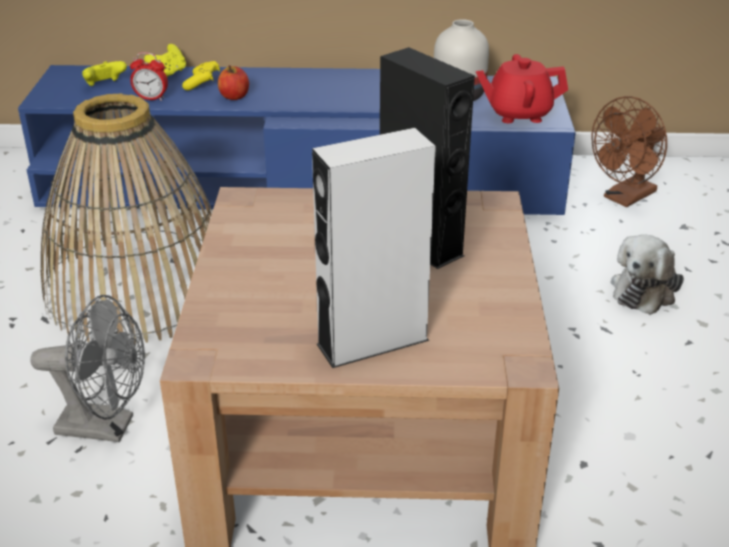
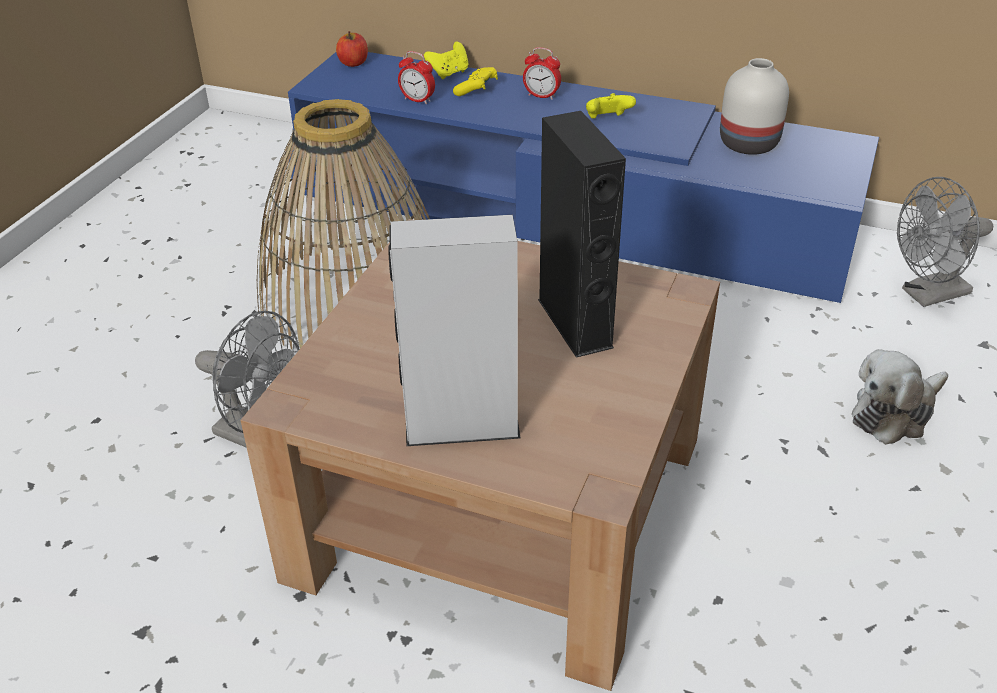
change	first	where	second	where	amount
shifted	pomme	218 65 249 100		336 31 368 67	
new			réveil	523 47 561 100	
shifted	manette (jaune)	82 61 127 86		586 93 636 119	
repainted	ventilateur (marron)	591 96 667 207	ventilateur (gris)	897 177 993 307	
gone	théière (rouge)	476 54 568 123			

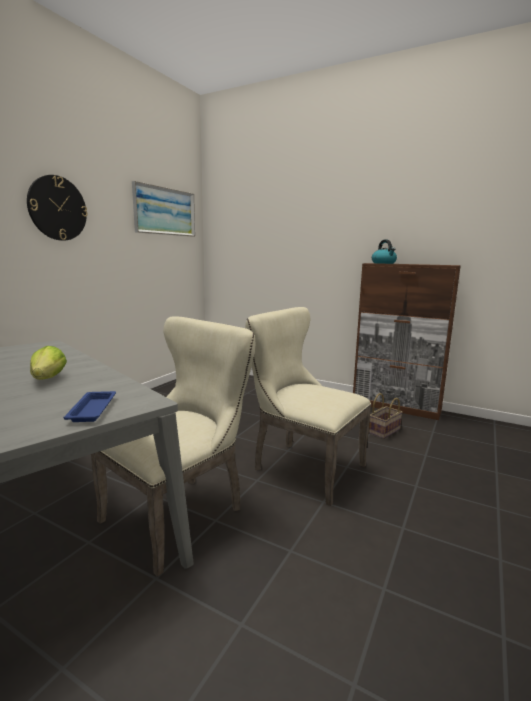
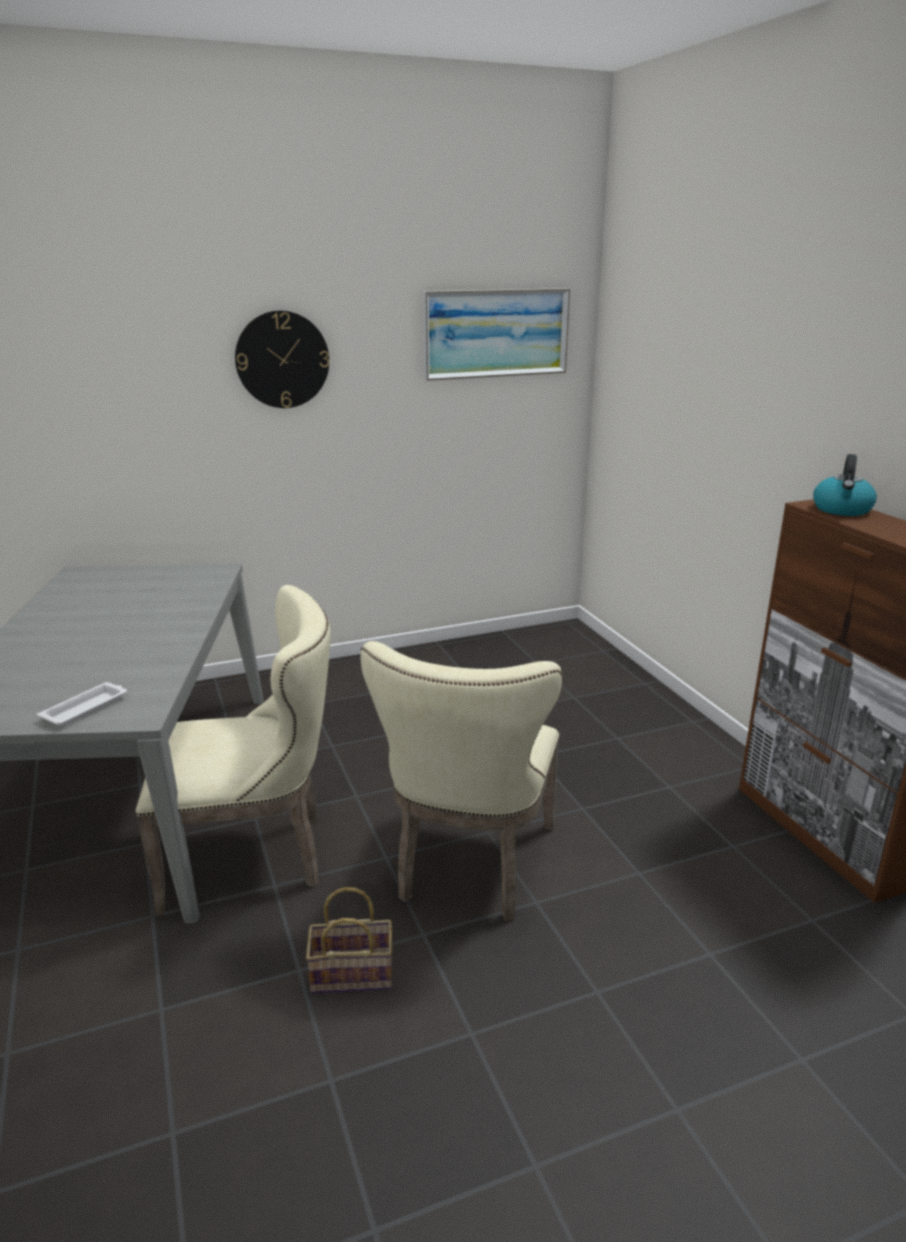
change	first	where	second	where	amount
repainted	plateau (bleu)	63 391 116 422	plateau (blanc)	37 682 127 726	
shifted	panier	369 393 402 439		306 887 392 994	
rotated	chaise (beige)	245 307 371 506		360 641 563 921	150 degrees counterclockwise
gone	laitue	30 346 67 380			

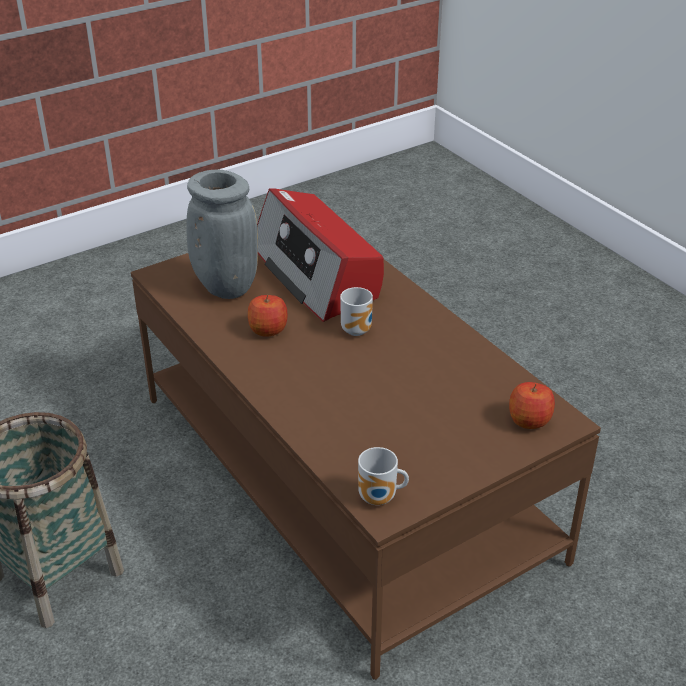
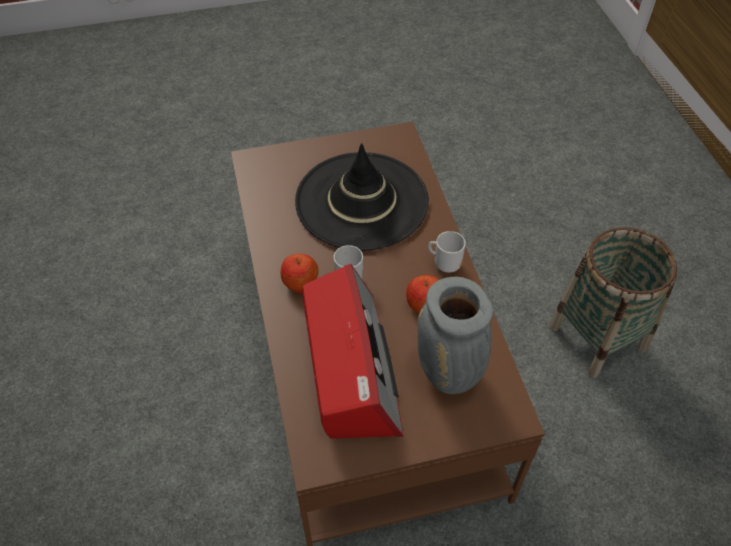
change	first	where	second	where	amount
shifted	pomme	509 382 555 429		281 254 319 293	
new			chapeau (noir)	295 143 429 251	
shifted	mug	358 447 409 505		428 231 466 273	

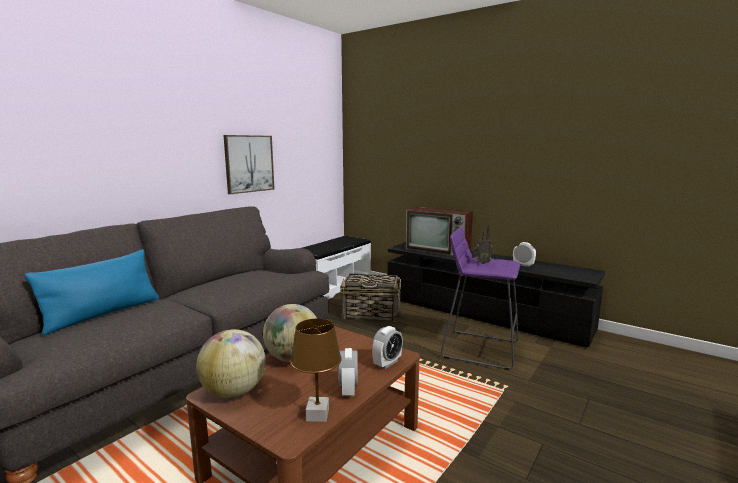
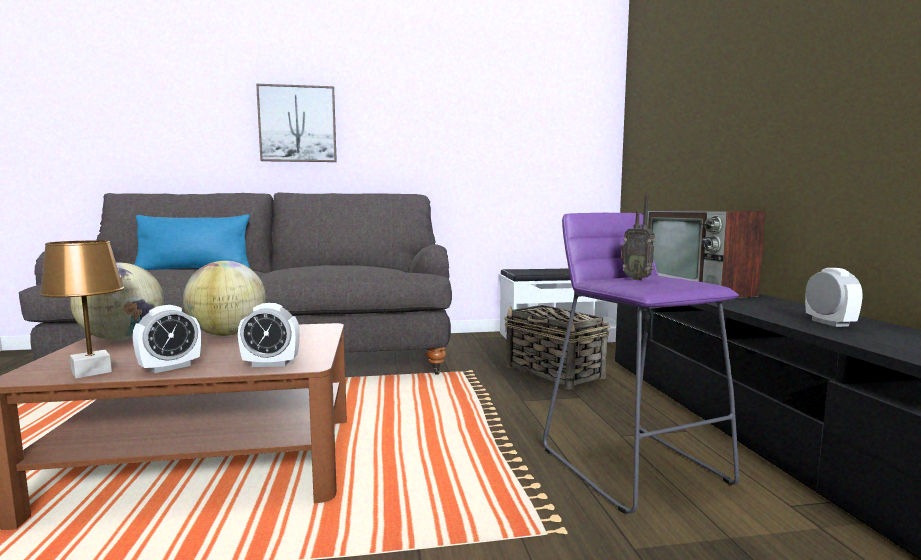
change	first	where	second	where	amount
shifted	tableau	224 135 275 194		256 84 337 162	

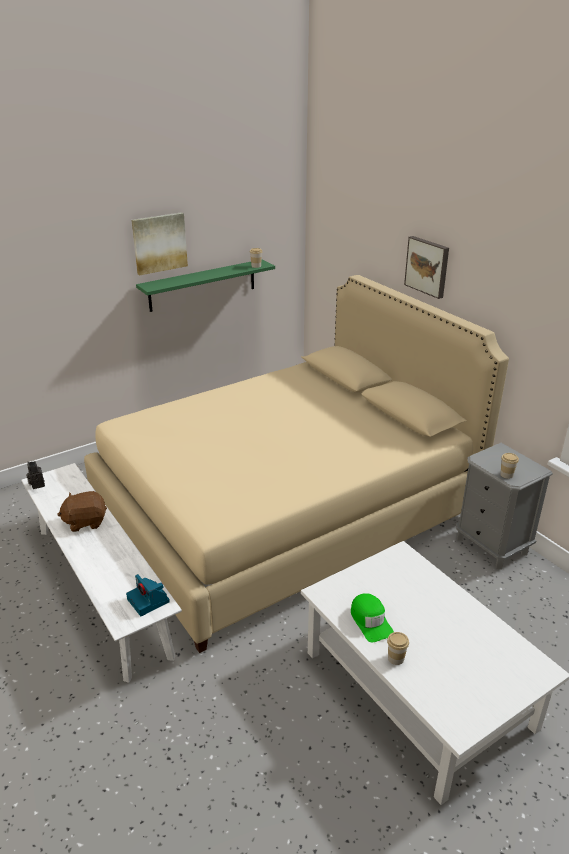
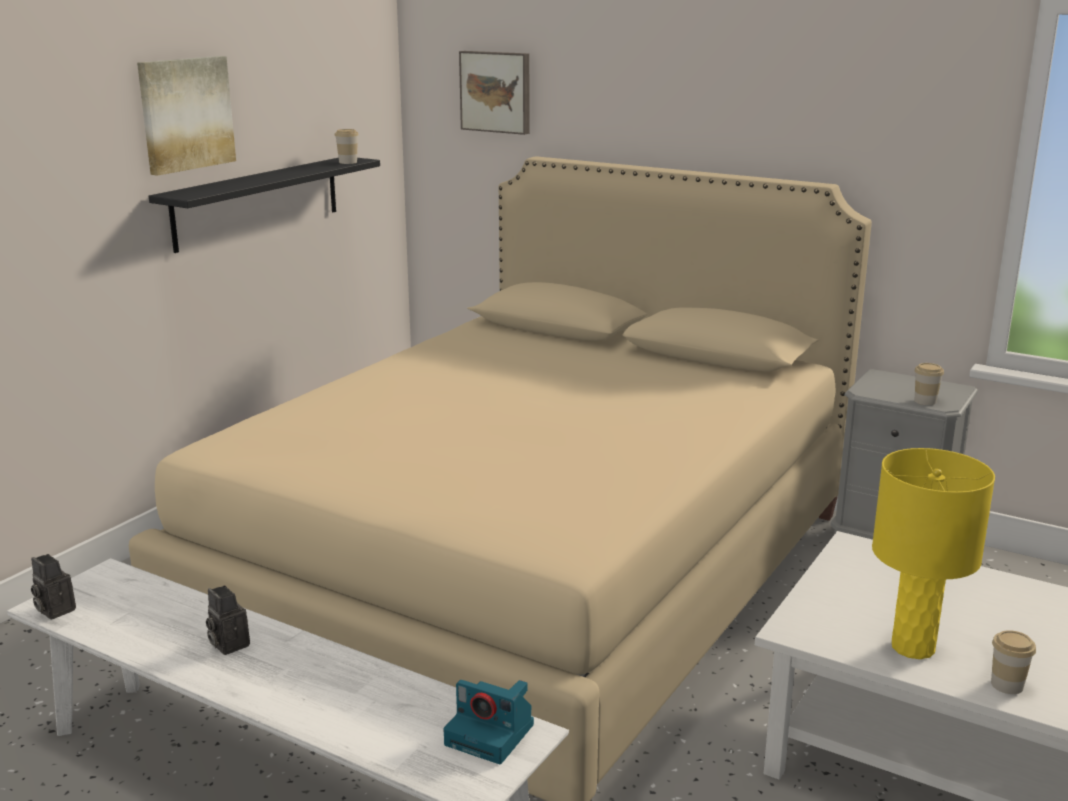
change	first	where	second	where	amount
repainted	étagère (vert)	136 260 275 312	étagère (noir)	149 158 380 253	
swapped	peluche (marron)	57 491 107 532	appareil photo	206 585 250 655	
shifted	tableau	404 236 449 299		459 51 529 135	
swapped	casquette (vert)	351 593 394 642	lampe de table (jaune)	872 448 995 659	

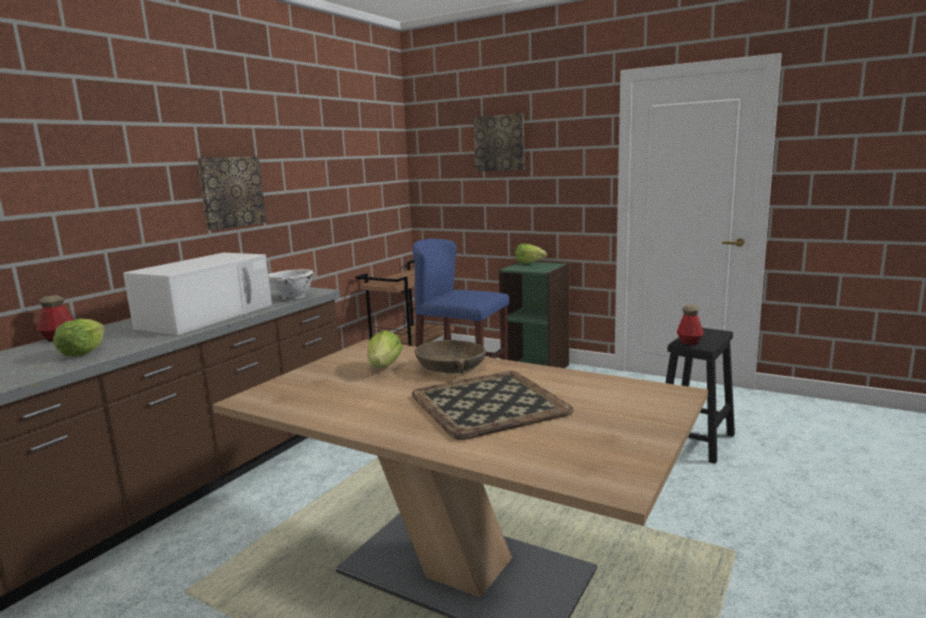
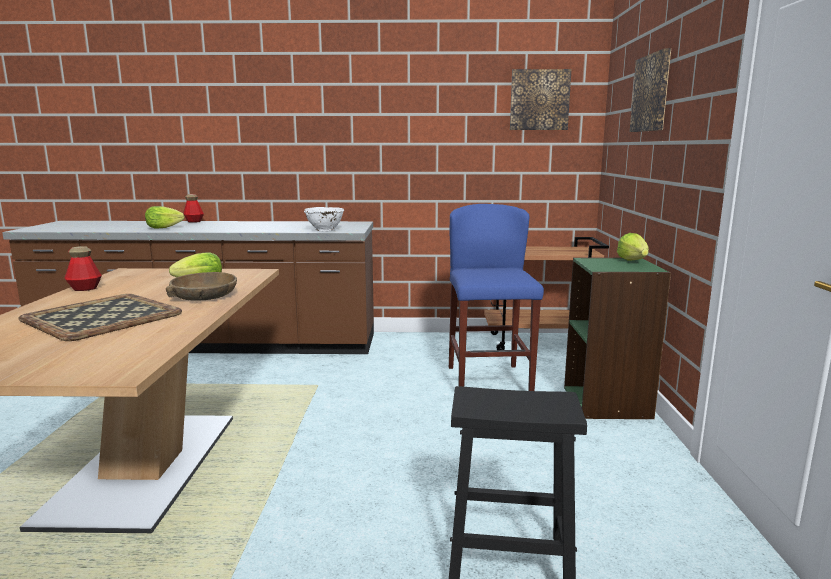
change	first	where	second	where	amount
shifted	bouteille	677 305 704 346		65 246 102 291	
shifted	tableau	197 156 266 230		510 69 572 130	
gone	micro-ondes (blanc)	123 253 272 335			

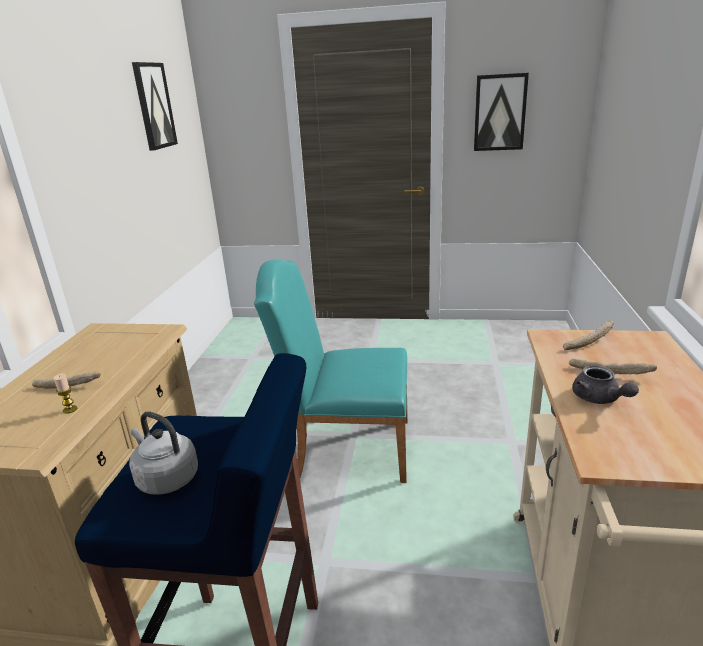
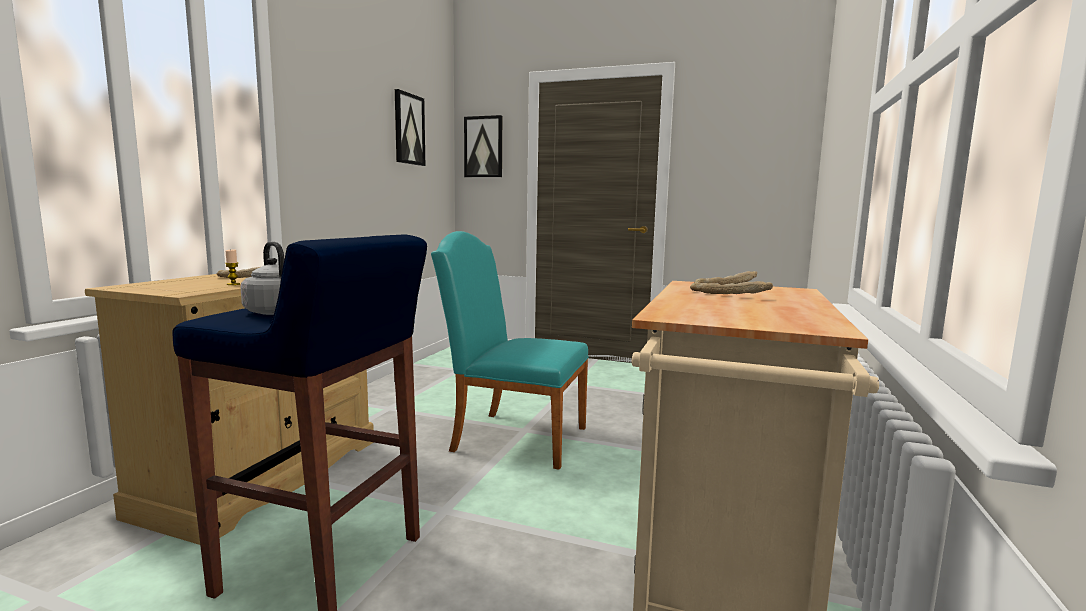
change	first	where	second	where	amount
shifted	tableau	474 73 529 151		464 115 502 177	
gone	théière (gris)	572 365 639 404			

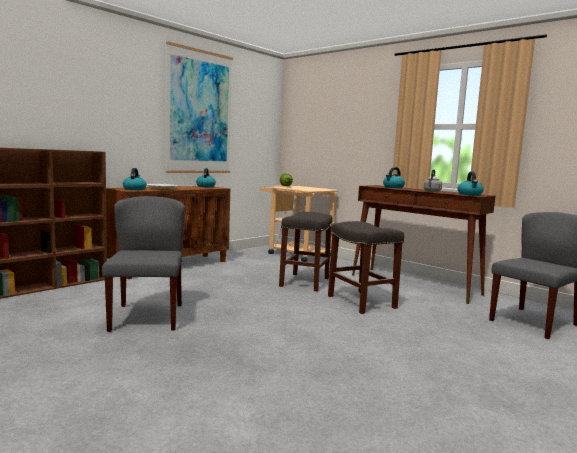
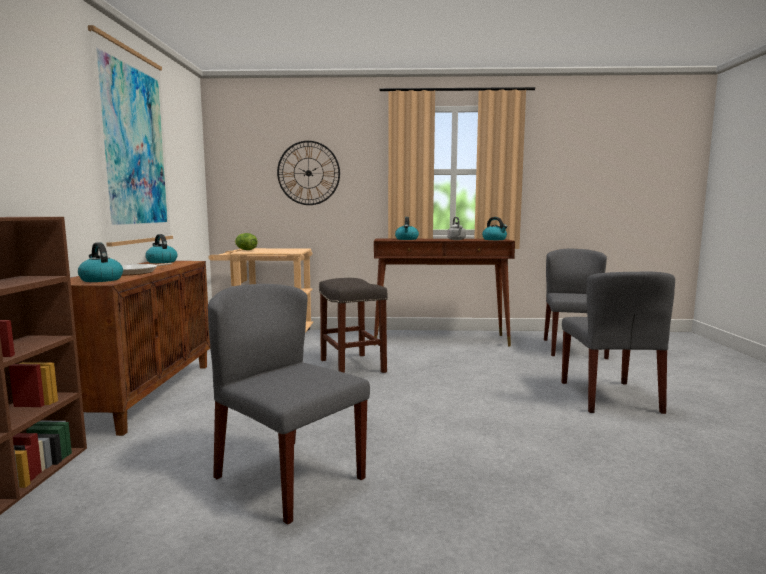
change	first	where	second	where	amount
new			horloge murale	277 141 340 205	
new			chaise (gris)	562 272 675 414	
gone	tabouret (gris)	328 221 404 314			

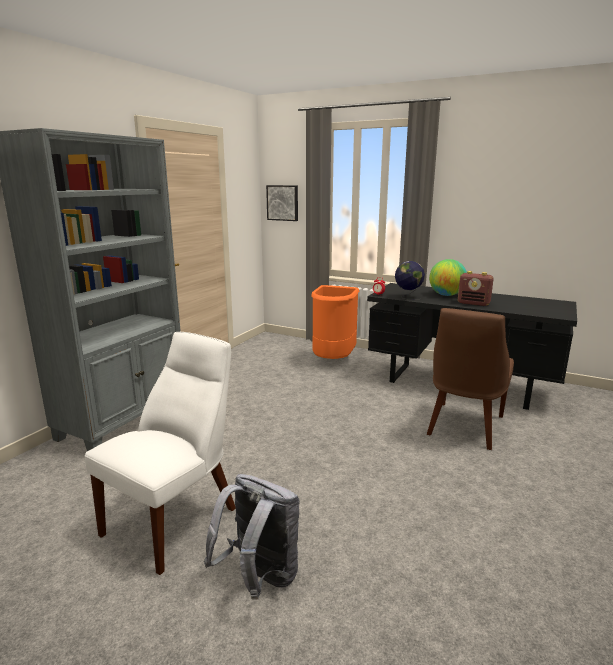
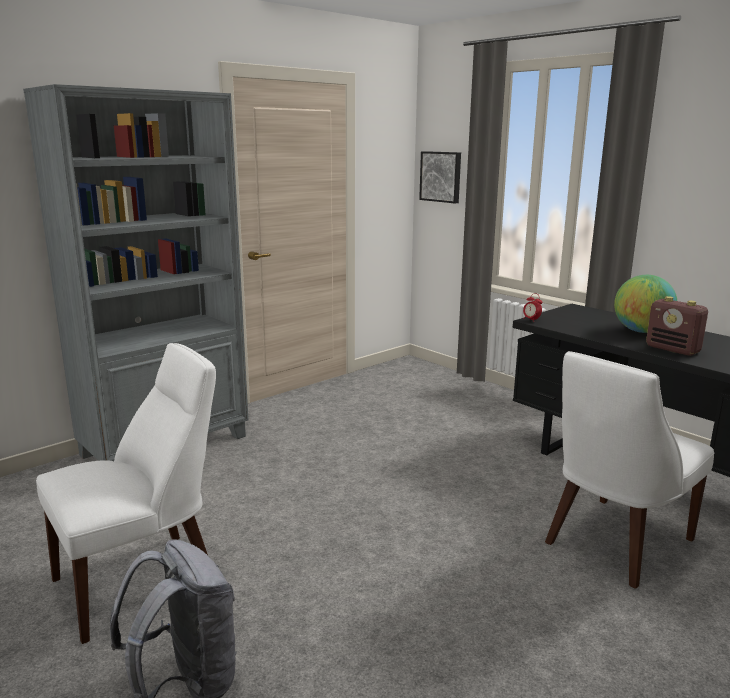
change	first	where	second	where	amount
repainted	chaise (marron)	427 308 514 450	chaise (blanc)	545 351 714 589	
gone	poubelle (orange)	311 285 360 359			
gone	globe	395 261 425 300			

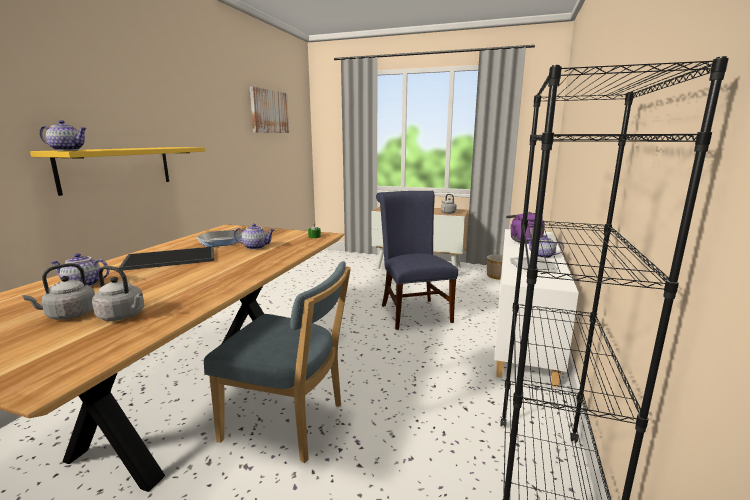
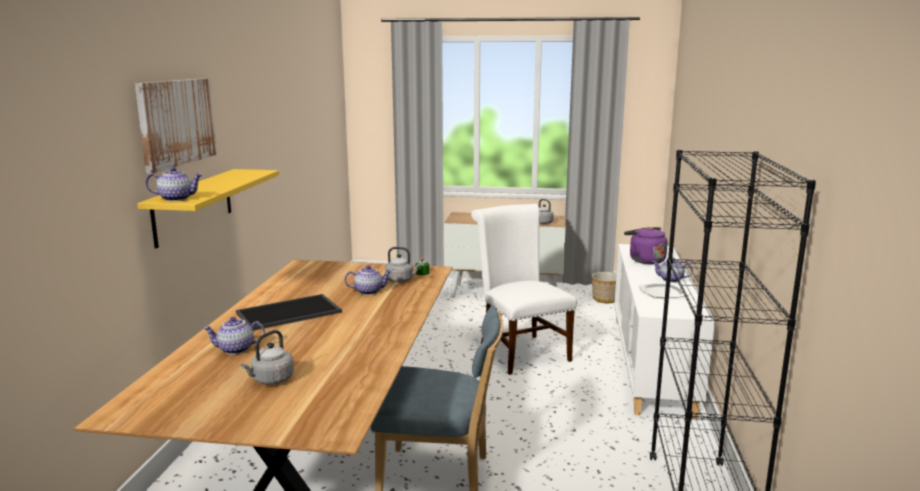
change	first	where	second	where	amount
shifted	tableau	250 86 289 133		135 78 217 174	
shifted	bouilloire (gris)	92 266 144 321		385 247 421 283	
repainted	chaise (bleu)	376 191 458 330	chaise (blanc)	471 204 577 375	
gone	poêle	196 230 242 247			

